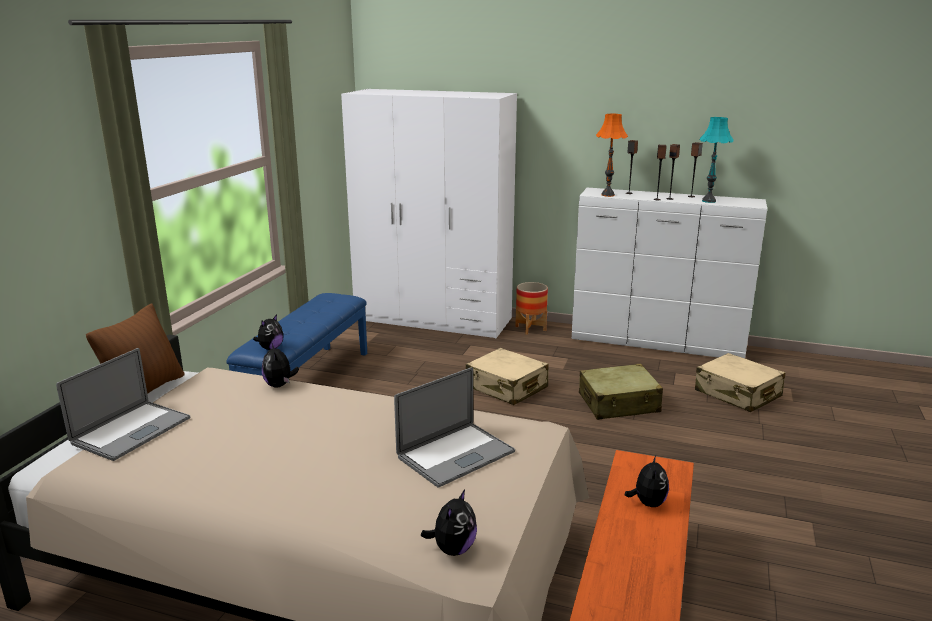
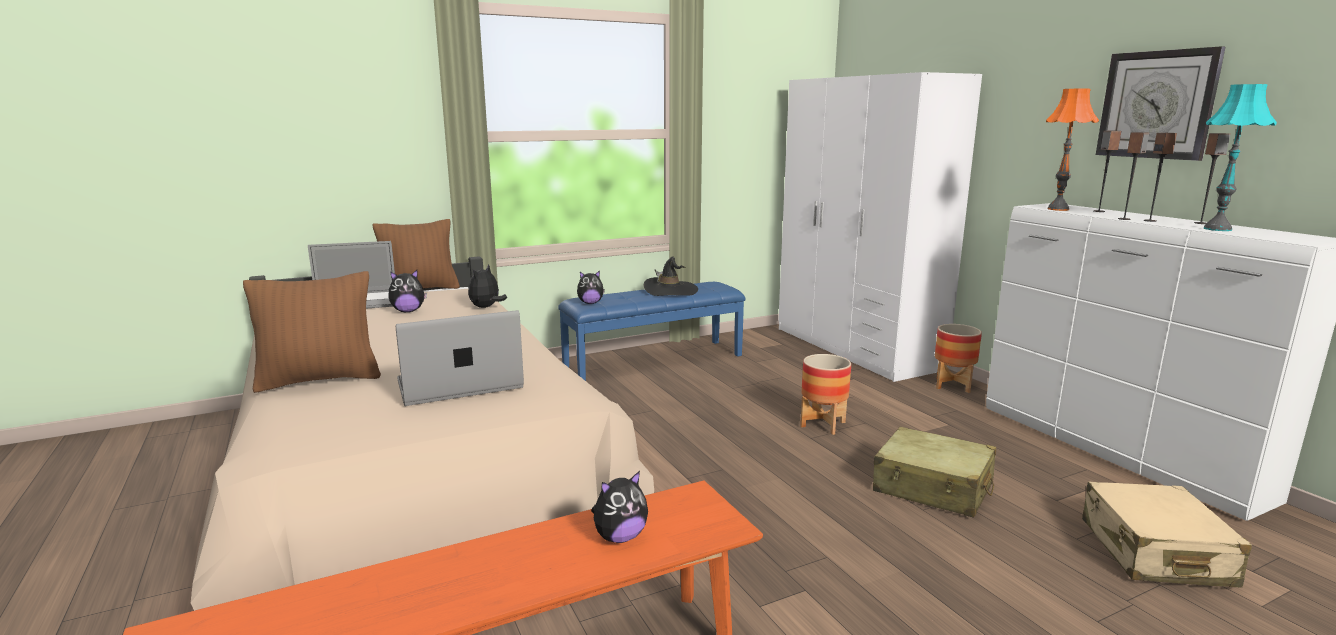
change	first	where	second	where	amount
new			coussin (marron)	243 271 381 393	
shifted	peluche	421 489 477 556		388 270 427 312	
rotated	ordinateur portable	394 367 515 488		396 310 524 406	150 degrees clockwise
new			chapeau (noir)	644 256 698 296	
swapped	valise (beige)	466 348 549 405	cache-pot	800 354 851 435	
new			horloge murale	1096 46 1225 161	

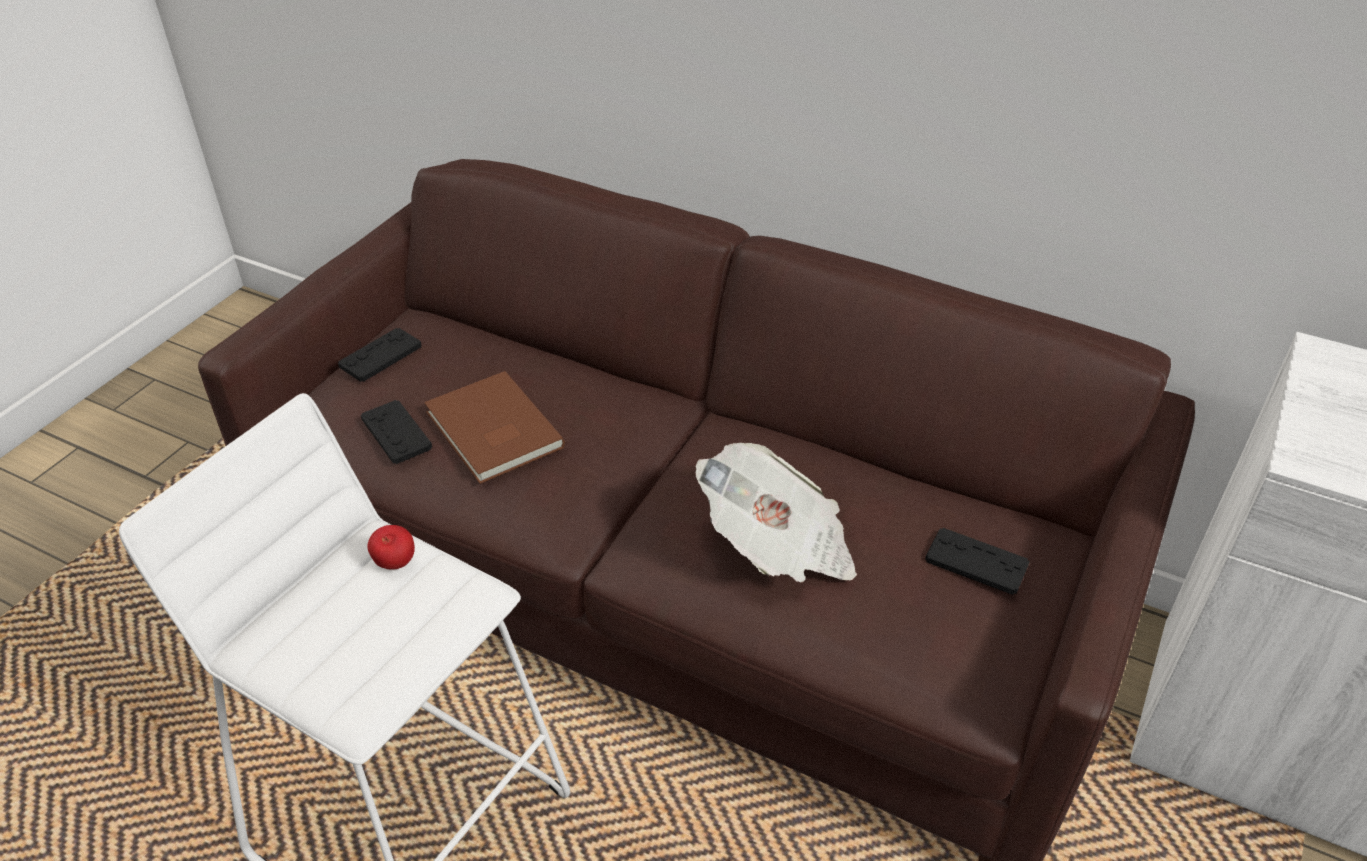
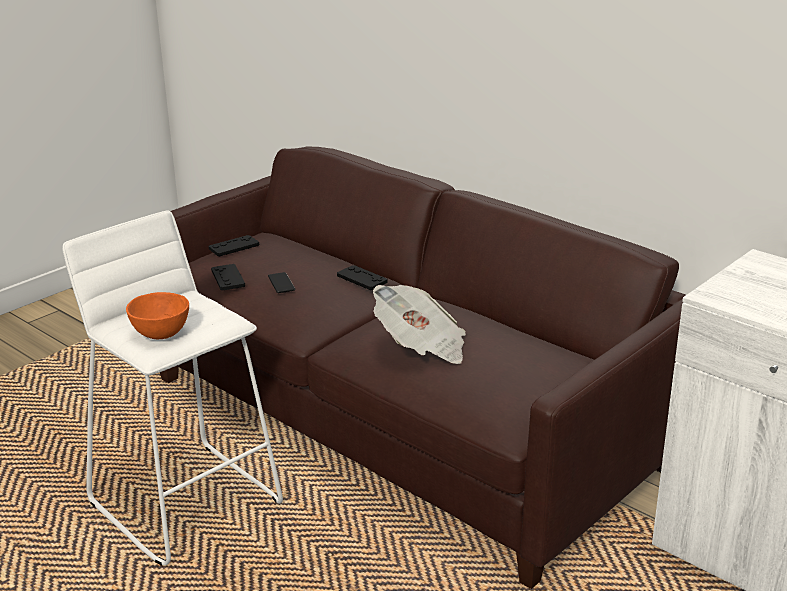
change	first	where	second	where	amount
new			bol (orange)	126 292 189 339	
swapped	livre (marron)	424 371 565 484	téléphone	268 272 295 293	
shifted	manette (noir)	925 528 1030 595		337 265 388 290	
gone	pomme	367 525 415 570			

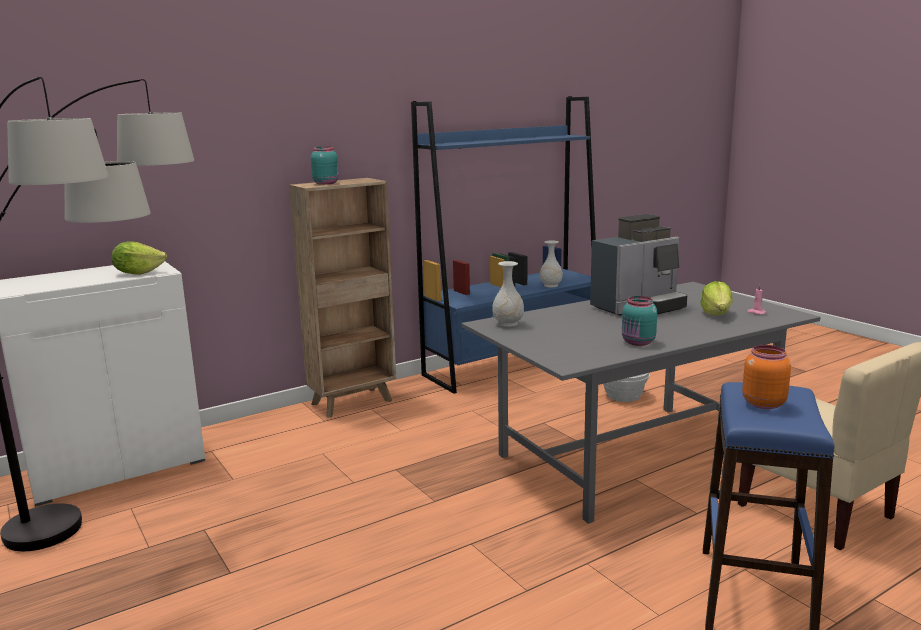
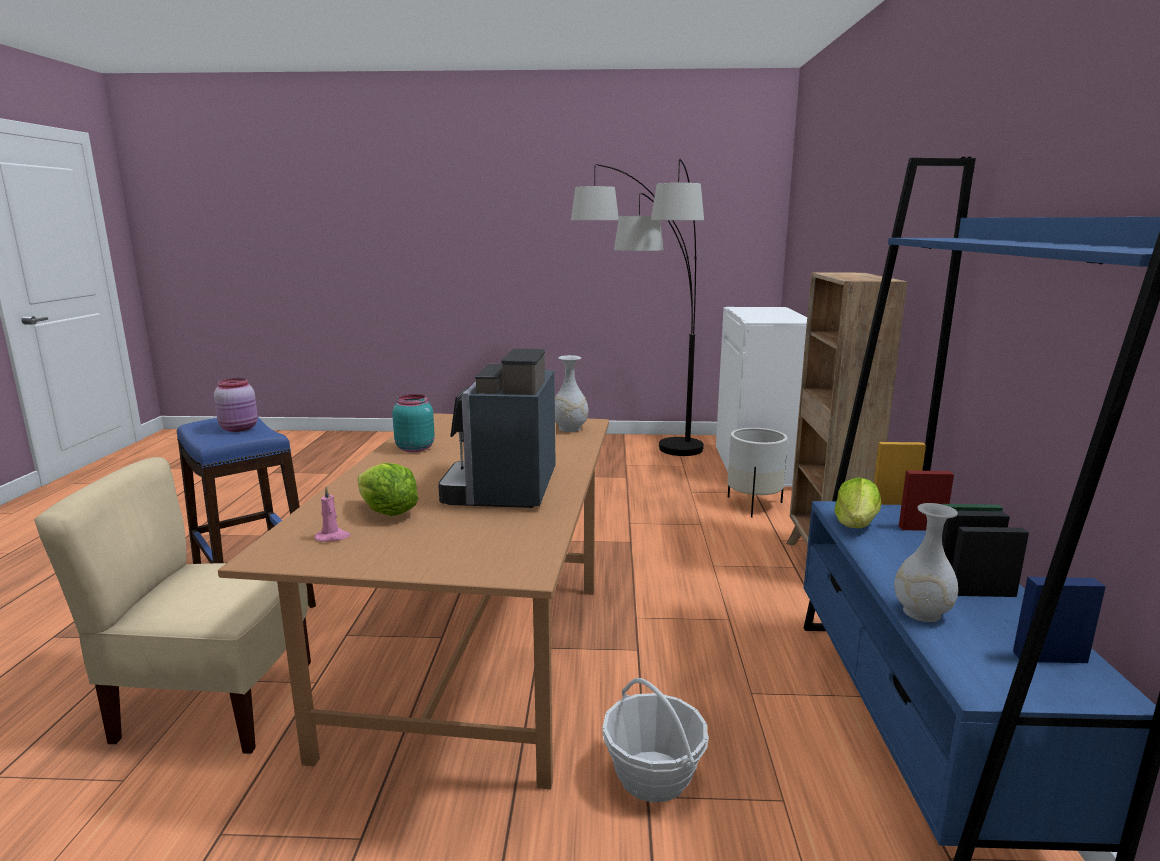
change	first	where	second	where	amount
repainted	bocal (orange)	742 345 791 409	bocal (rose)	214 378 258 432	
repainted	table à manger (gris)	461 282 820 524	table à manger (marron)	218 413 609 790	
new			cache-pot (blanc)	727 428 788 517	
shifted	laitue	112 241 167 275		834 477 881 528	
gone	bocal (turquoise)	311 147 339 185			

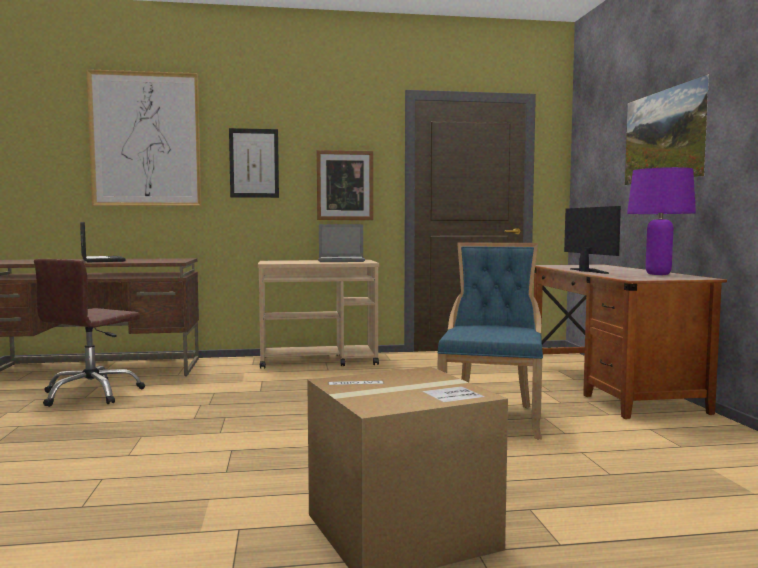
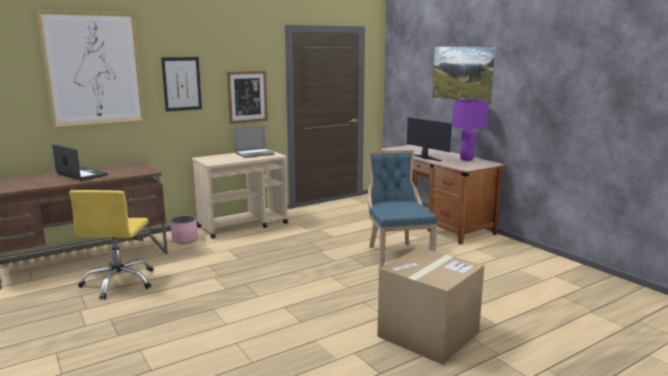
change	first	where	second	where	amount
repainted	chaise de bureau (marron)	34 259 145 407	chaise de bureau (jaune)	69 190 153 299	
new			cache-pot (rose)	171 216 198 244	

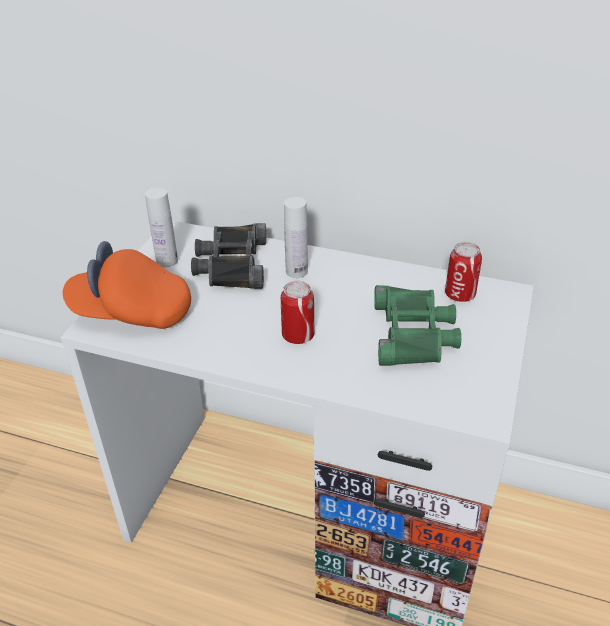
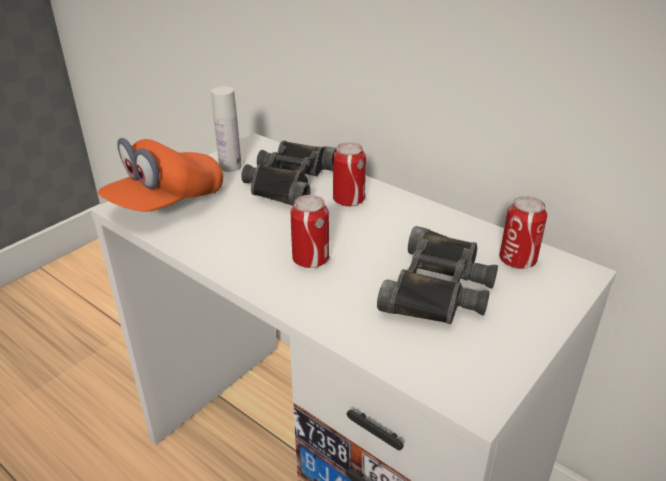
change	first	where	second	where	amount
rotated	casquette (orange)	63 241 191 329		98 138 223 212	75 degrees counterclockwise
swapped	bouteille (blanc)	284 197 308 278	boîte métallique	333 142 366 207	
repainted	jumelles (vert)	374 285 461 366	jumelles (noir)	377 226 498 325	

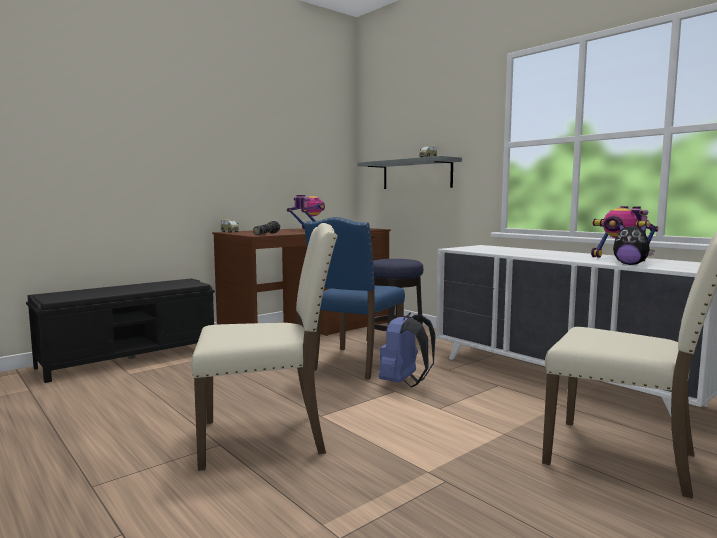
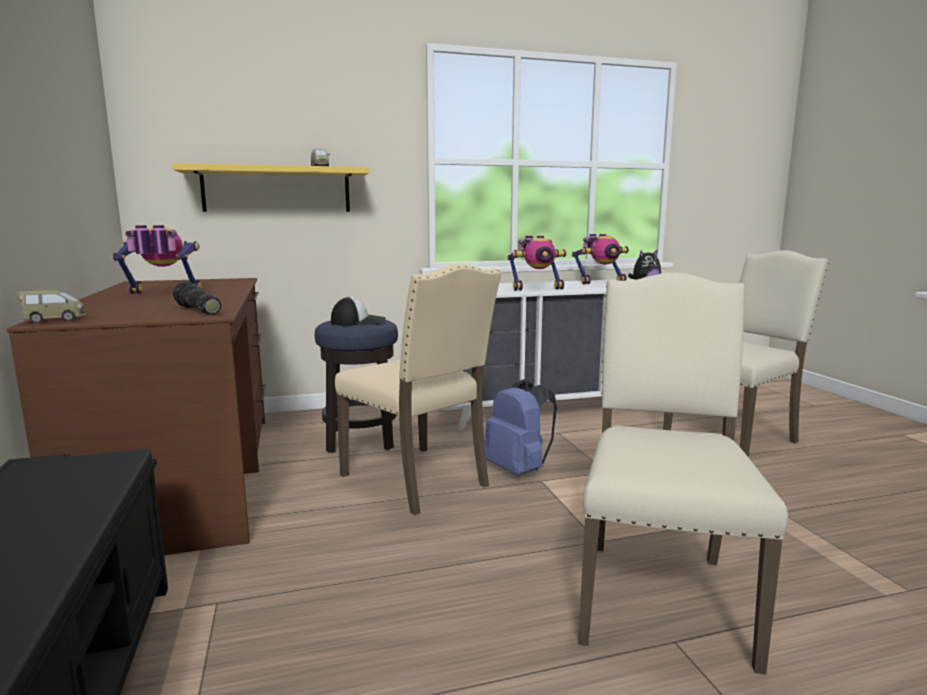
change	first	where	second	where	amount
repainted	étagère (gris)	357 156 462 189	étagère (jaune)	172 163 369 212	
new			casquette	331 297 386 326	
repainted	chaise (bleu)	304 217 405 380	chaise (beige)	335 264 502 515	
new			robot jouet	507 236 567 290	

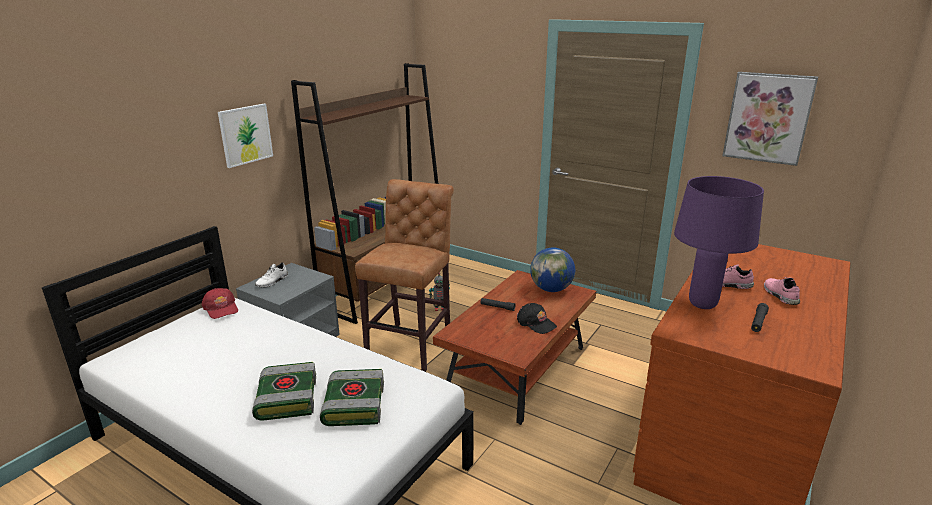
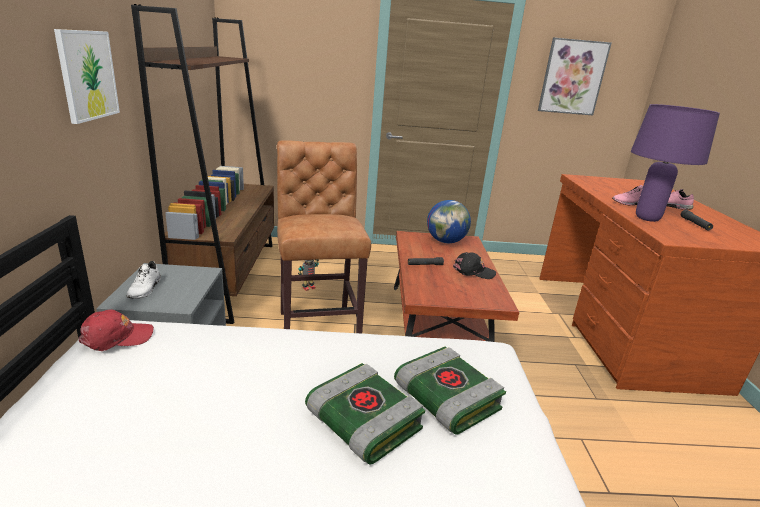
change	first	where	second	where	amount
rotated	casquette (rouge)	202 288 238 319		79 310 154 351	45 degrees counterclockwise

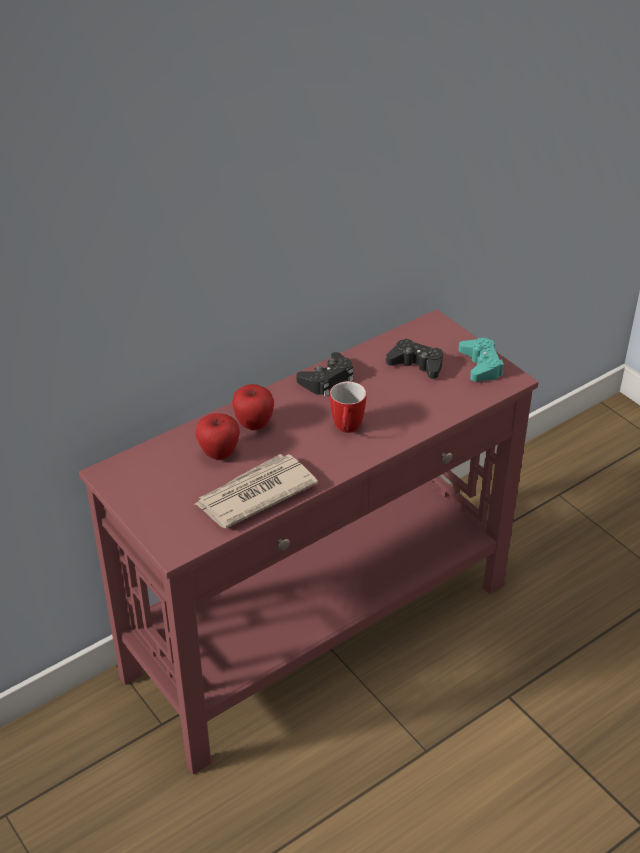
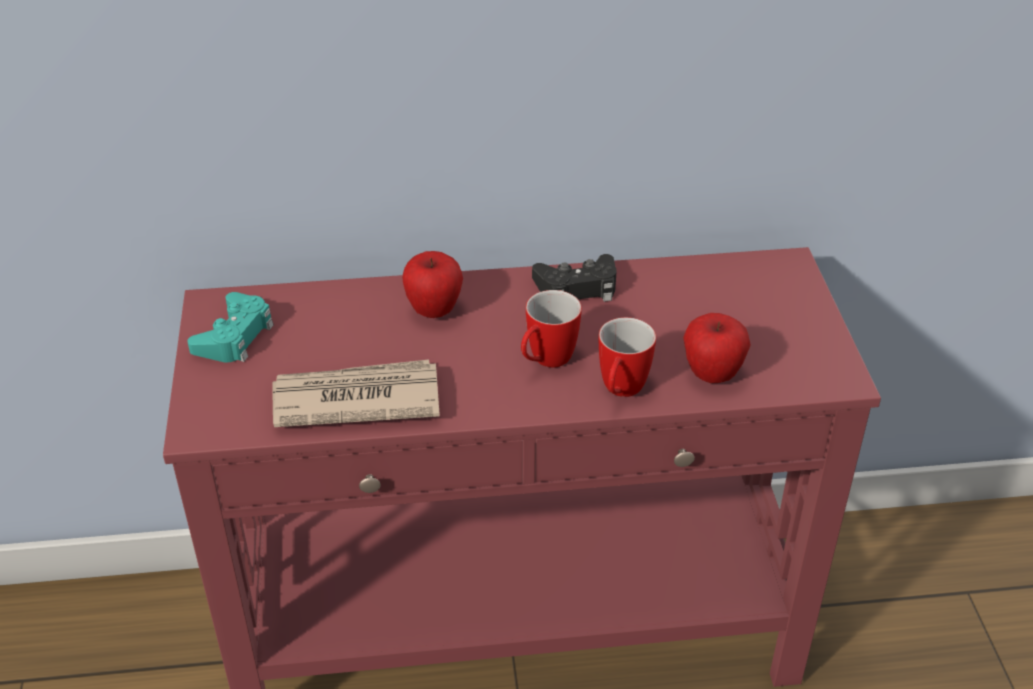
change	first	where	second	where	amount
shifted	manette (turquoise)	459 338 504 381		187 292 274 362	
new			mug	599 317 656 397	
shifted	pomme	196 413 240 460		683 313 751 383	
gone	manette (noir)	386 339 443 379			

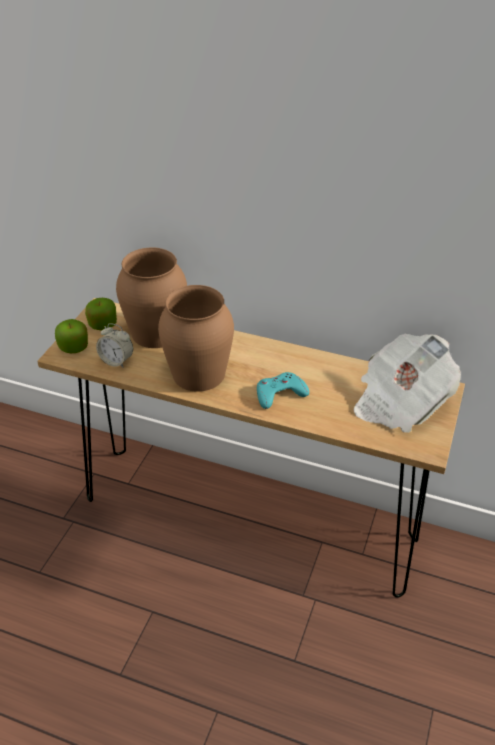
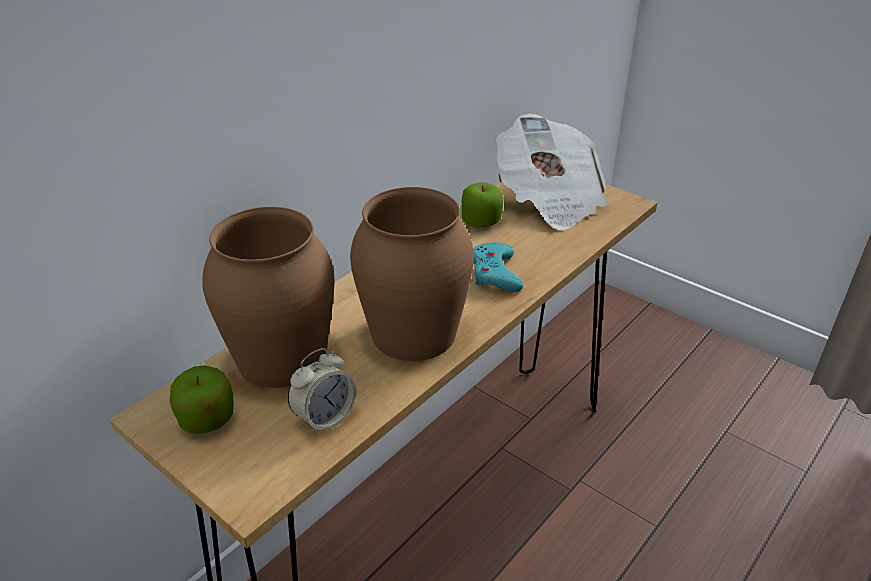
change	first	where	second	where	amount
shifted	pomme	55 319 88 353		462 182 503 228	

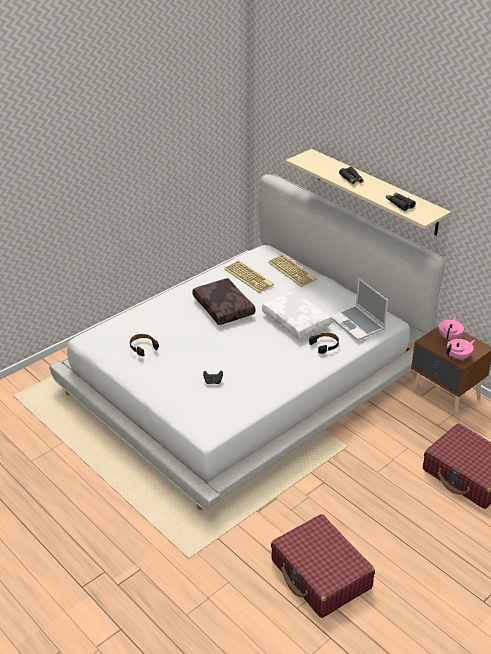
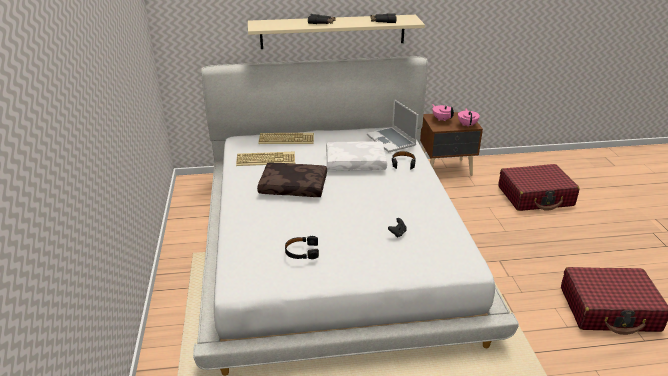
change	first	where	second	where	amount
rotated	ordinateur portable	330 278 388 341		367 99 418 152	60 degrees clockwise

